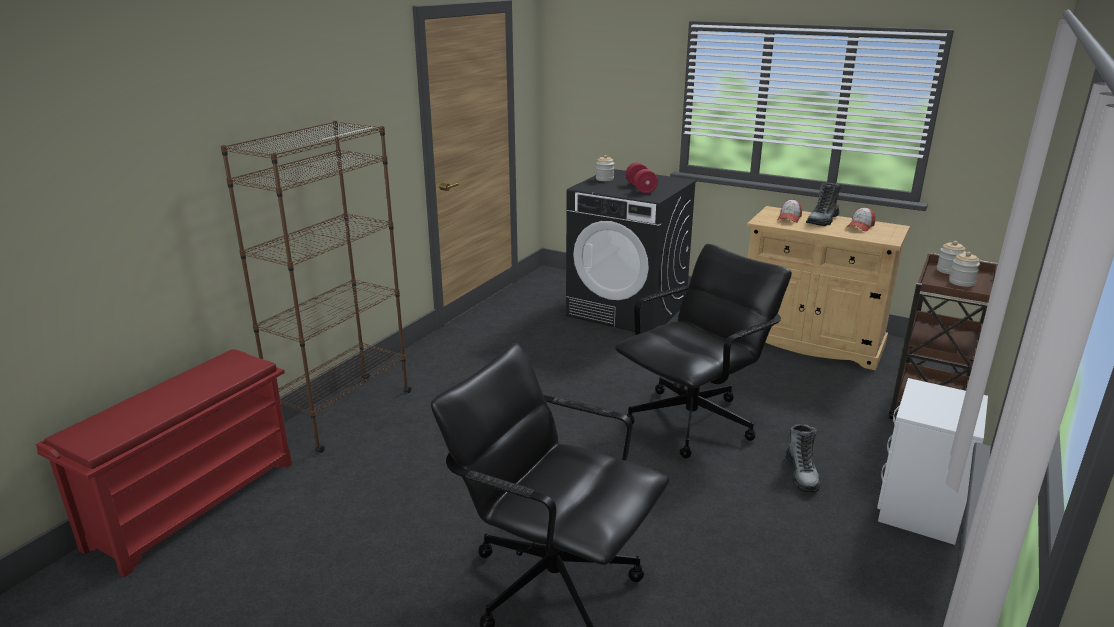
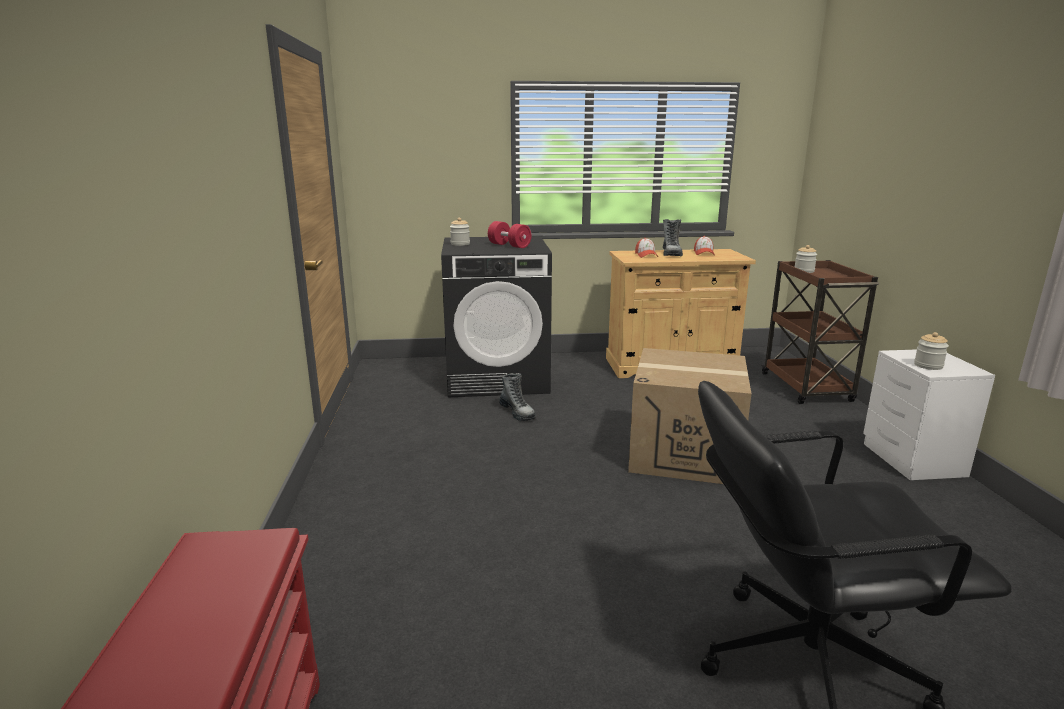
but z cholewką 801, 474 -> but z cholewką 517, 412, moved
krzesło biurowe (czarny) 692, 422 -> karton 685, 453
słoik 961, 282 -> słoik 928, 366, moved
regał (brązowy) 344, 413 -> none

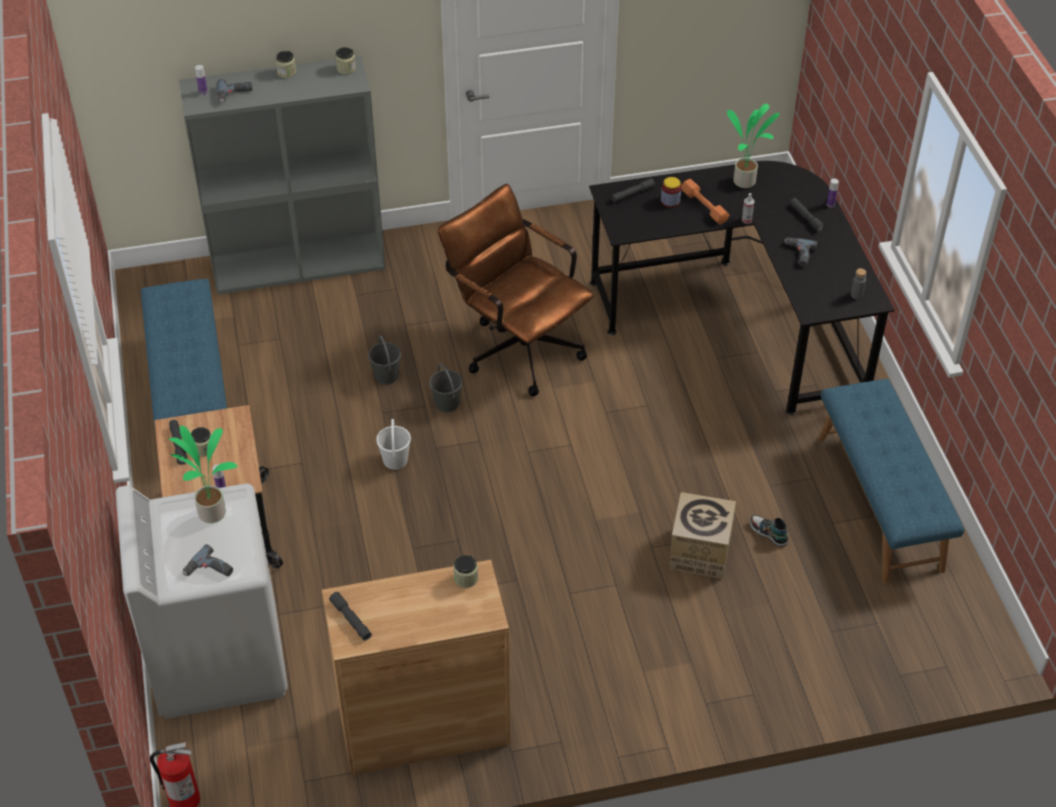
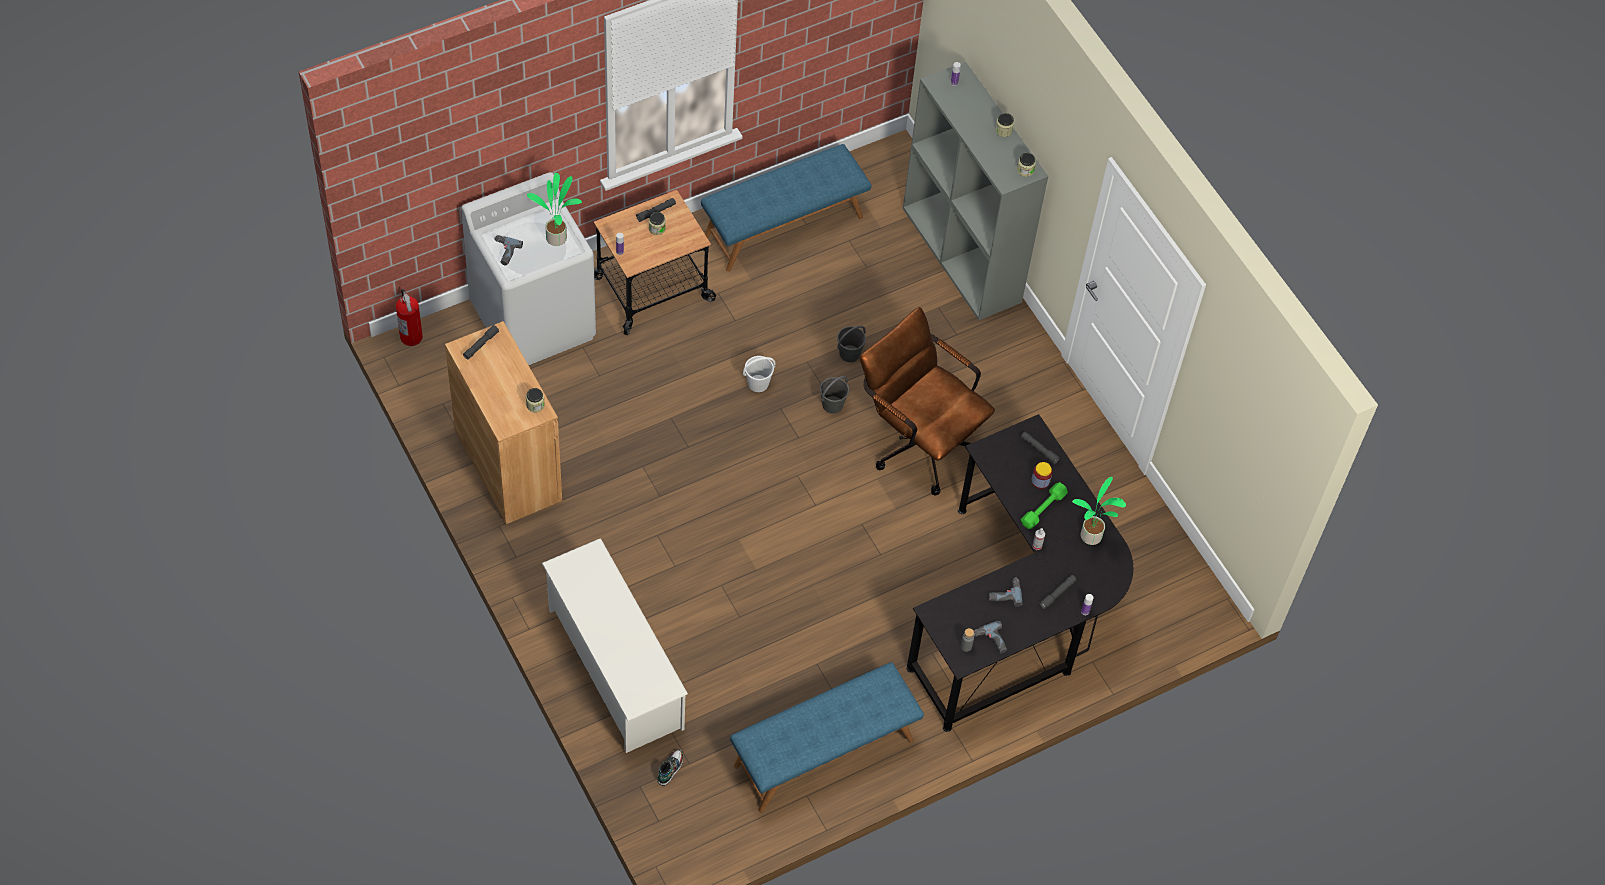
none -> regał na buty (biały) 614, 668
but 768, 533 -> but 670, 769, moved
krzesło biurowe (brązowy) 517, 346 -> krzesło biurowe (brązowy) 918, 441, 75 degrees counterclockwise
wiertarka 235, 95 -> wiertarka 990, 641, moved
hantel (pomarańczowy) 704, 206 -> hantel (zielony) 1043, 509
karton 700, 552 -> none

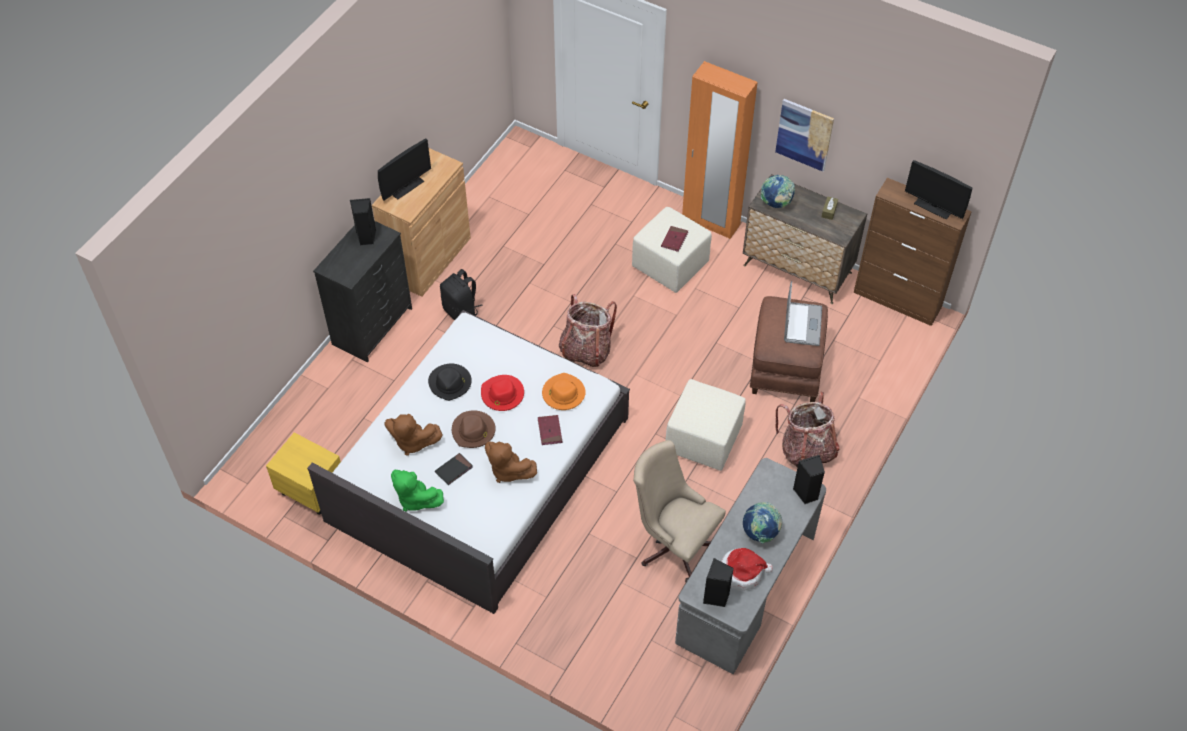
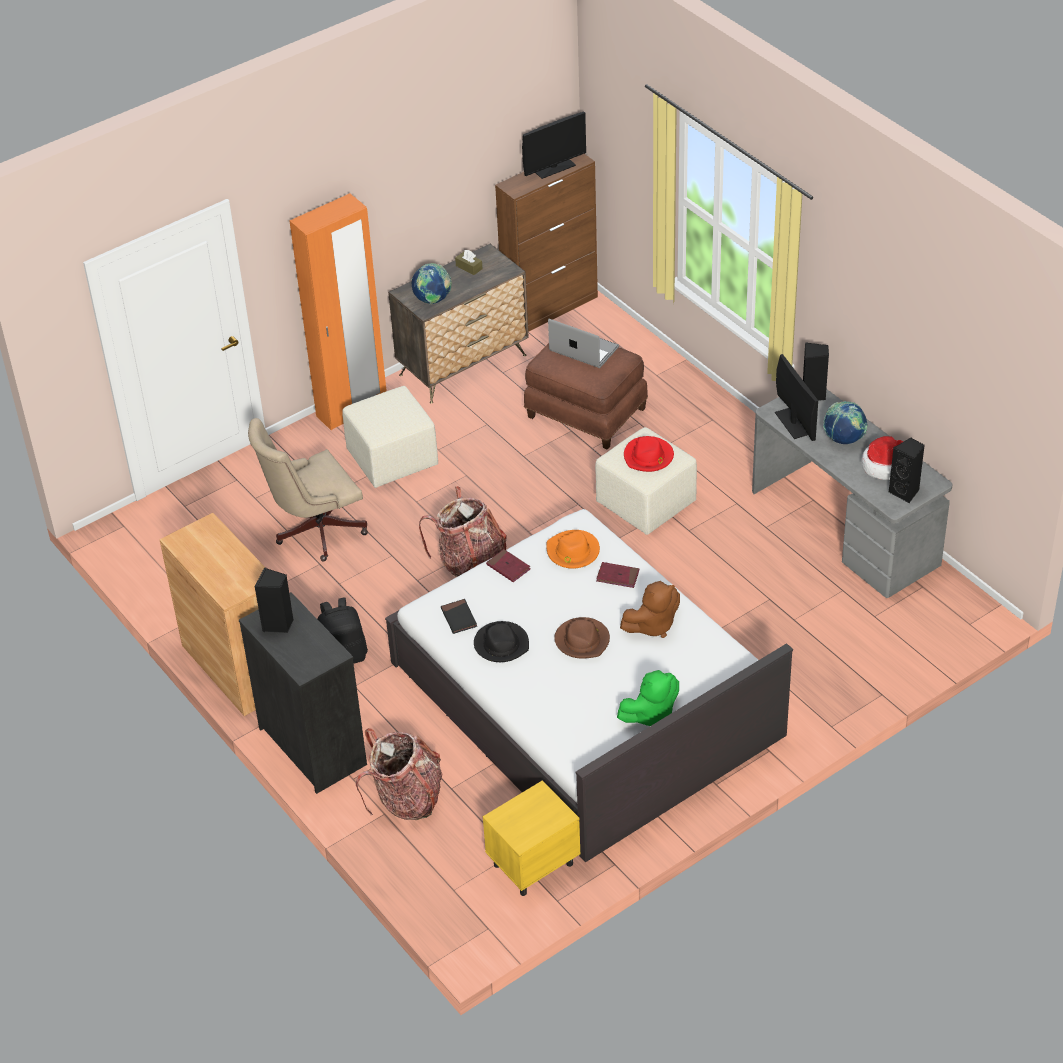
krzesło biurowe (beżowy) 673, 543 -> krzesło biurowe (beżowy) 314, 531, moved
plecak 806, 450 -> plecak 406, 799, moved
książka (czarny) 454, 470 -> książka (czarny) 459, 618, moved
książka (czerwony) 674, 240 -> książka (czerwony) 508, 567, moved
kapelusz (czerwony) 502, 394 -> kapelusz (czerwony) 648, 457, moved
monitor 406, 186 -> monitor 793, 423, moved
pluszak (brązowy) 412, 442 -> none
obraz 804, 134 -> none

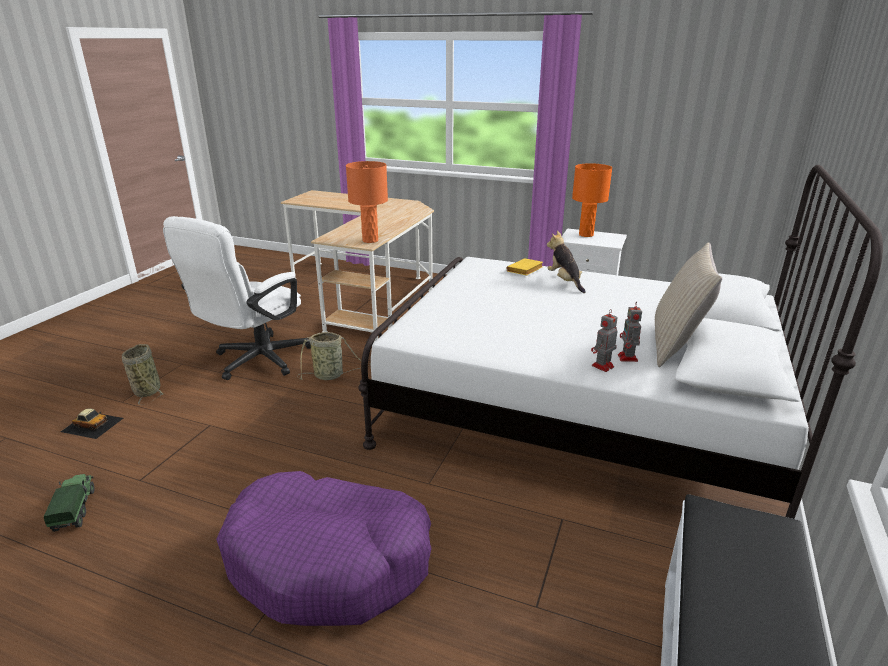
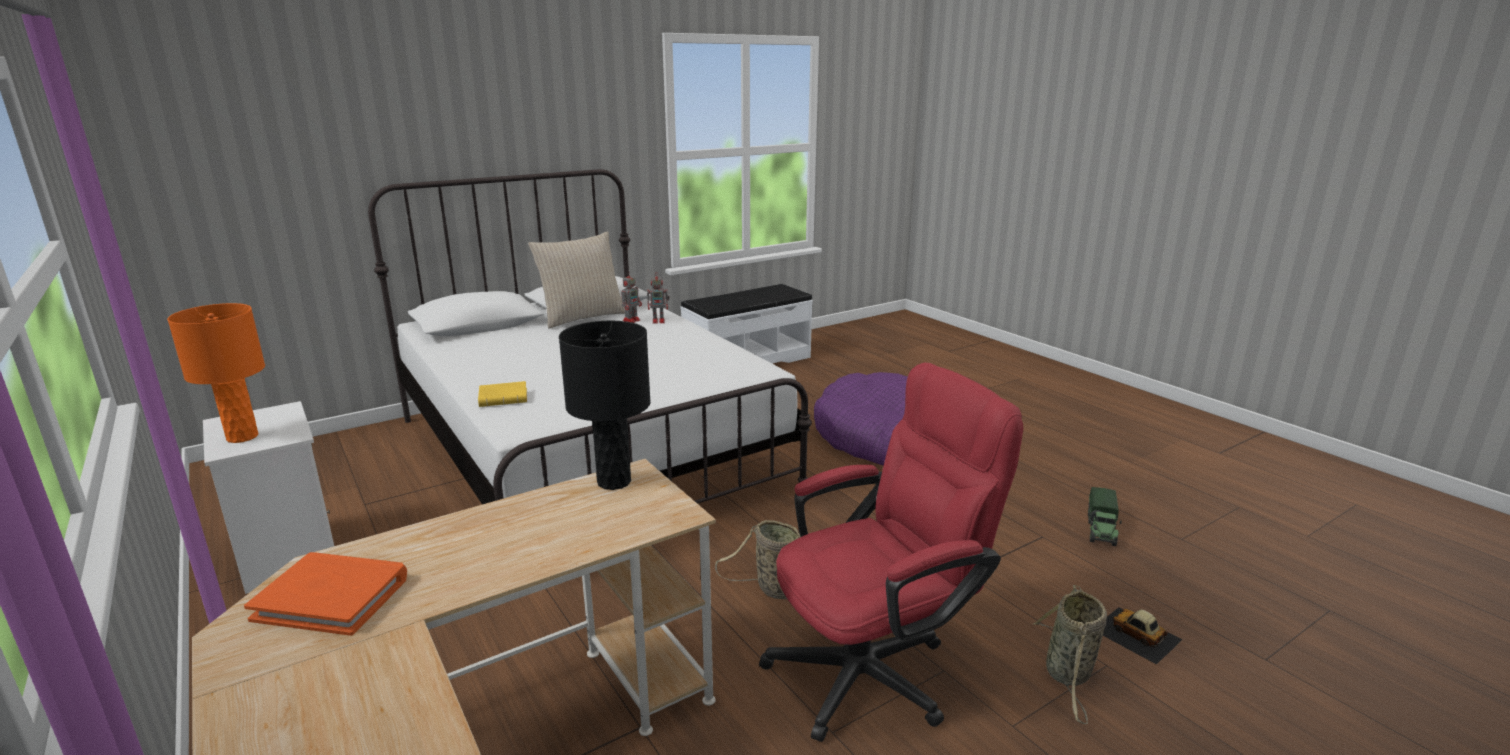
none -> książka (pomarańczowy) 332, 597
lampa stołowa (pomarańczowy) 370, 240 -> lampa stołowa (czarny) 614, 481
krzesło biurowe (biały) 255, 362 -> krzesło biurowe (czerwony) 876, 668
pluszak 564, 281 -> none

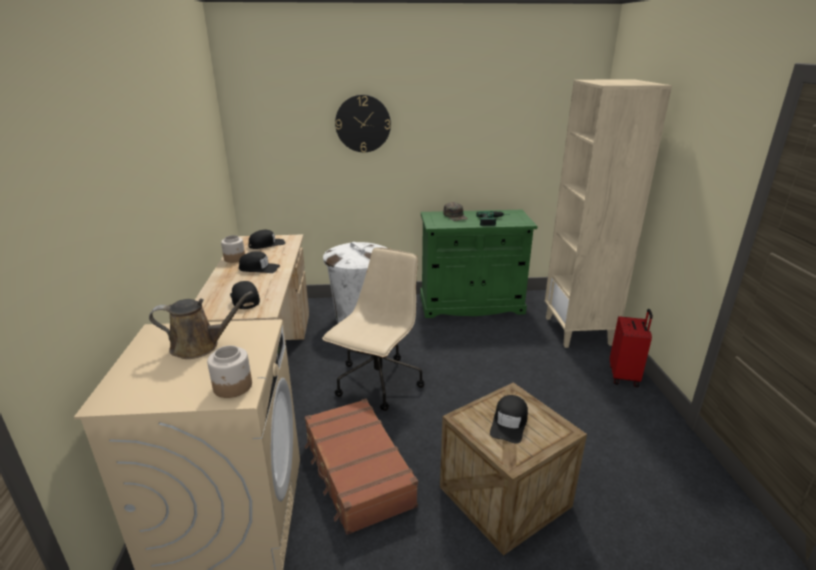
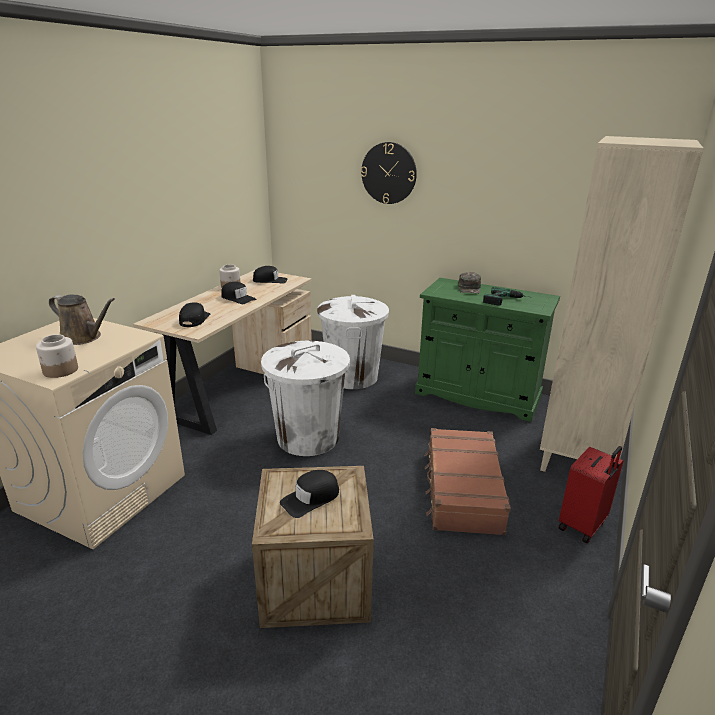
krzesło biurowe (beżowy) 378, 383 -> kosz na śmieci (biały) 308, 438
walizka (brązowy) 357, 472 -> walizka (brązowy) 462, 490, moved

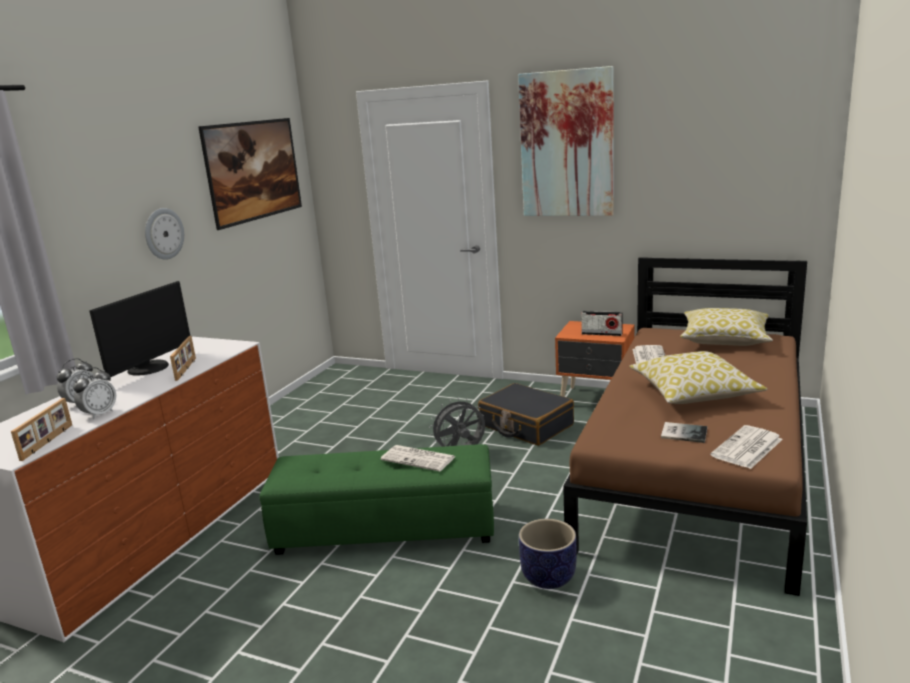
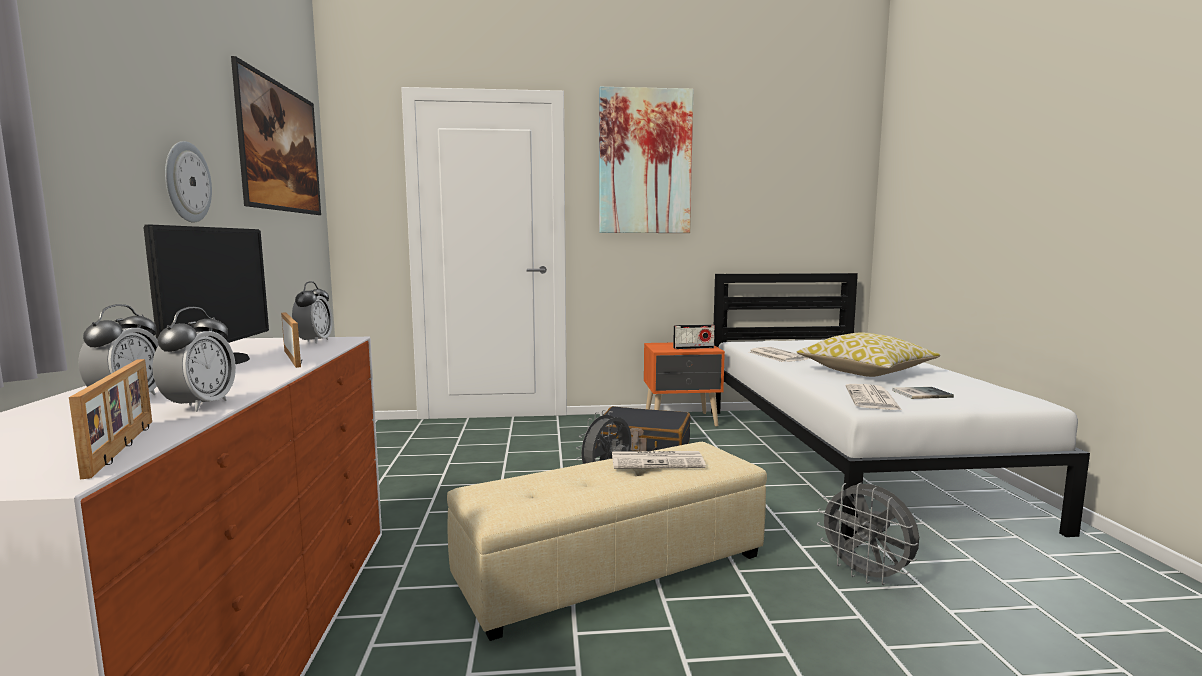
none -> budzik 314, 341
pufa (zielony) 385, 527 -> pufa (beżowy) 612, 569
łóżko (brązowy) 698, 468 -> łóżko (biały) 846, 458
donica 549, 577 -> wentylator (szary) 866, 575
gazeta 747, 448 -> gazeta 872, 399, moved
poduszka 725, 340 -> none

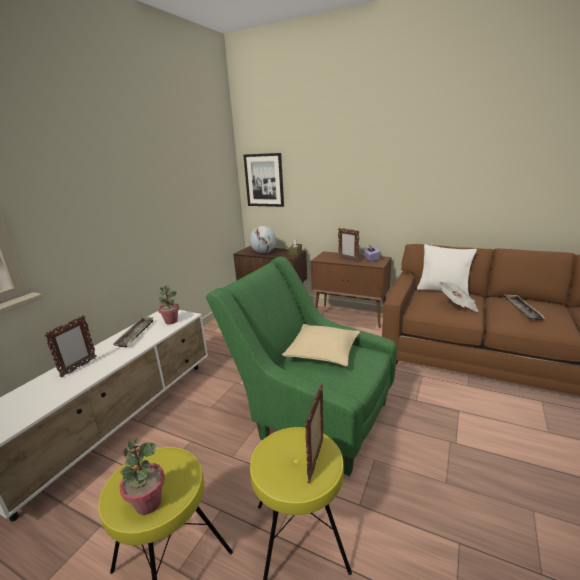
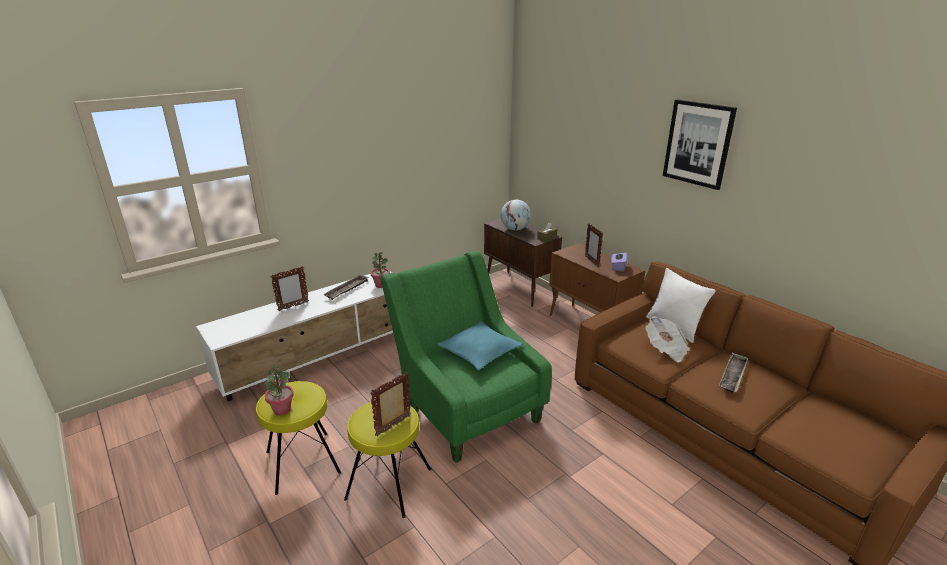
poduszka (beżowy) 323, 351 -> poduszka (turkusowy) 479, 352
obraz 264, 180 -> obraz 698, 143, moved

